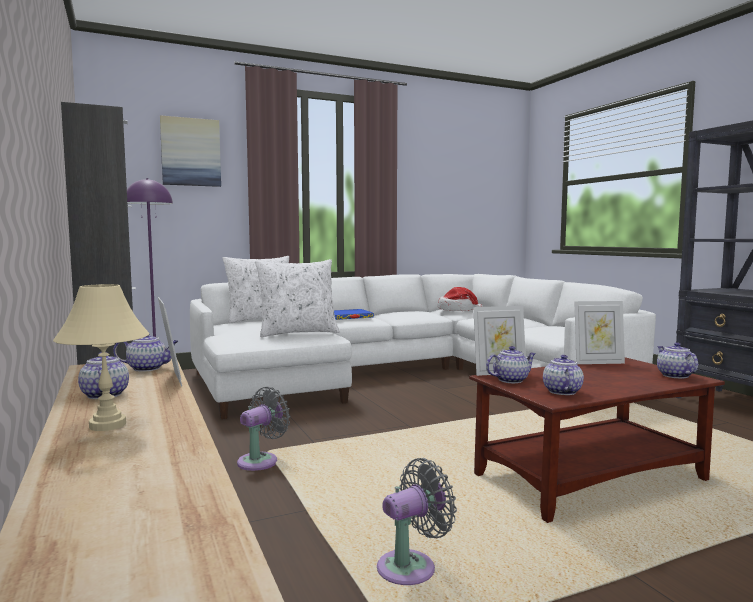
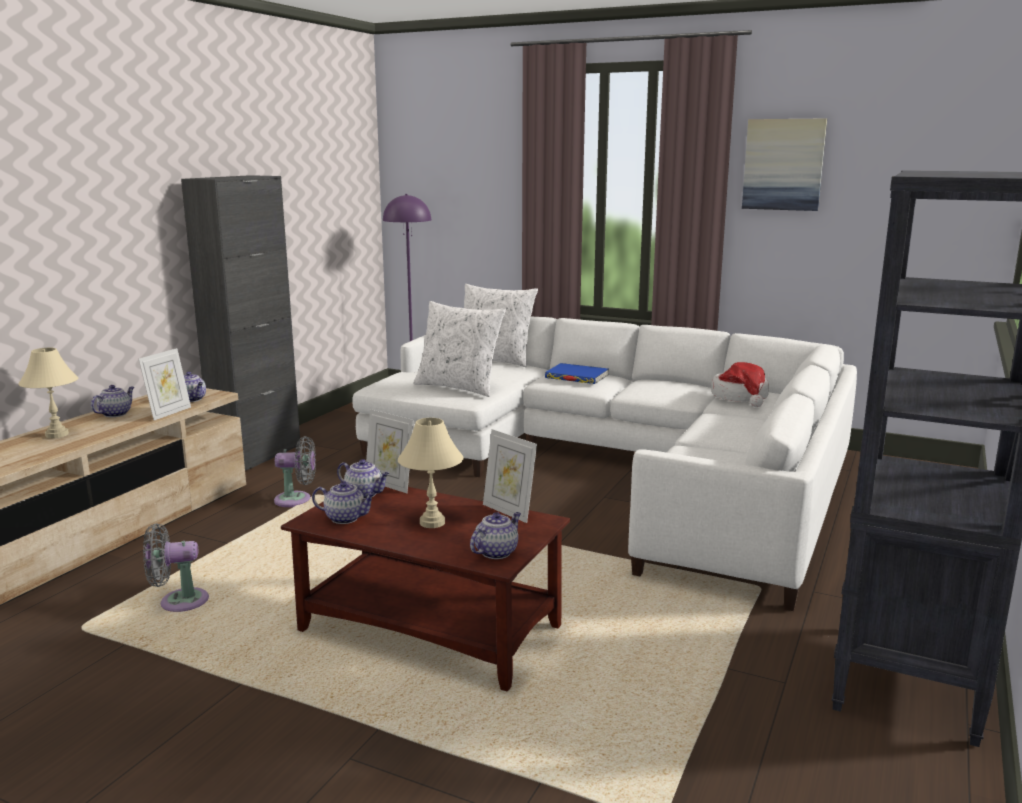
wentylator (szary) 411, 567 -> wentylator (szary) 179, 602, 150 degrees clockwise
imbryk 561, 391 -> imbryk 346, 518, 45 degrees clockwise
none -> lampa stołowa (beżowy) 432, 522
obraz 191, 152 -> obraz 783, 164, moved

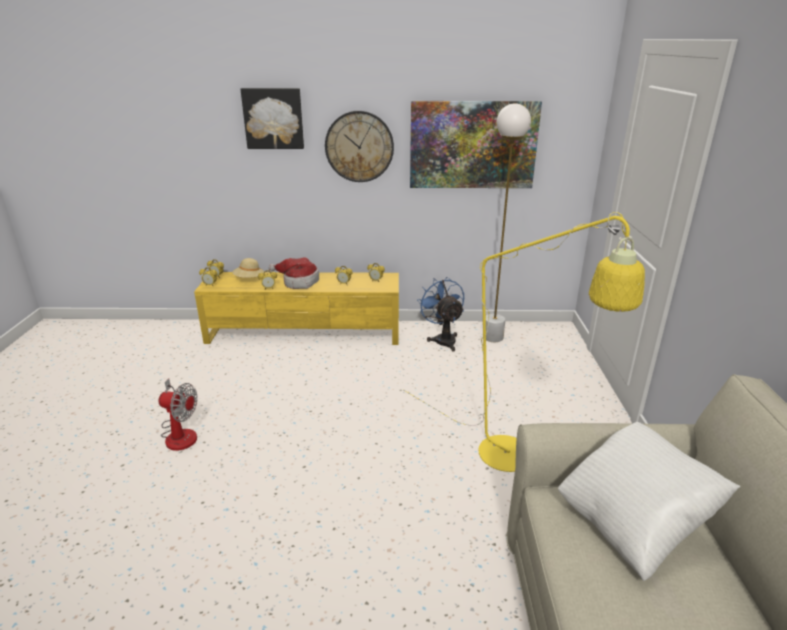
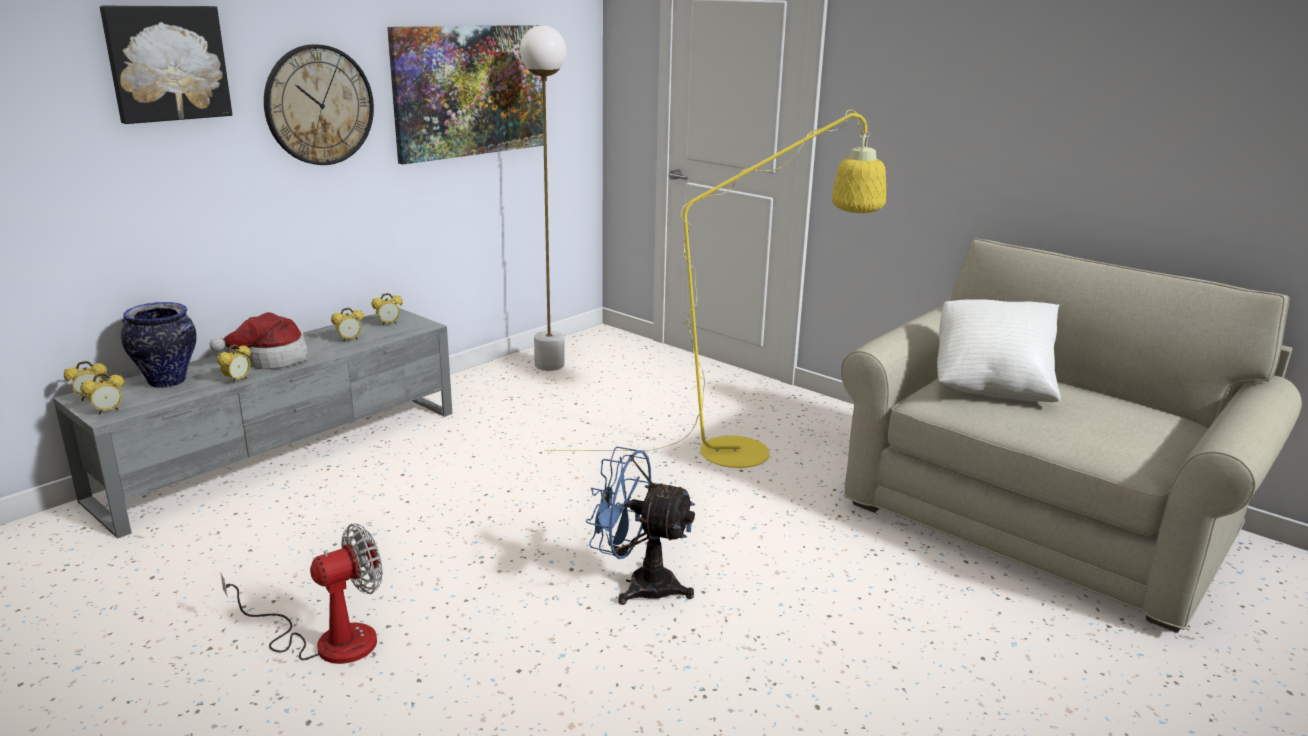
szafka pod telewizor (żółty) 305, 332 -> szafka pod telewizor (szary) 286, 453
kapelusz (beżowy) 249, 279 -> wazon 168, 382
wentylator (niebieski) 443, 339 -> wentylator (niebieski) 639, 584, moved

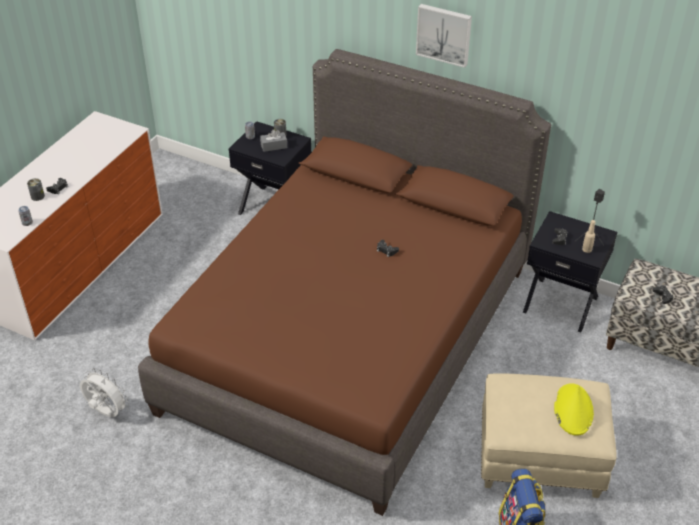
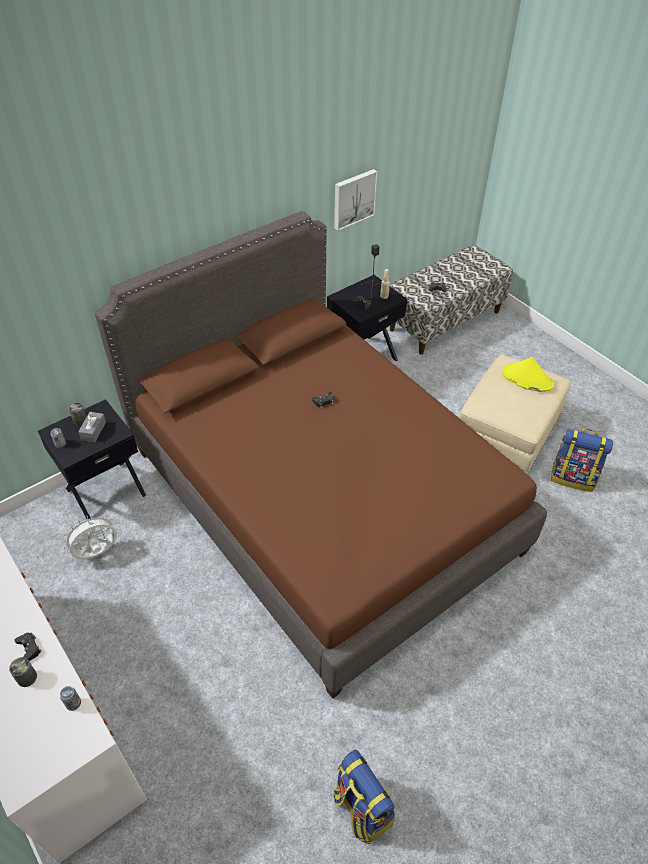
wentylator (biały) 106, 412 -> wentylator (biały) 97, 553, moved
none -> plecak 361, 809
obraz 444, 34 -> obraz 353, 199, moved

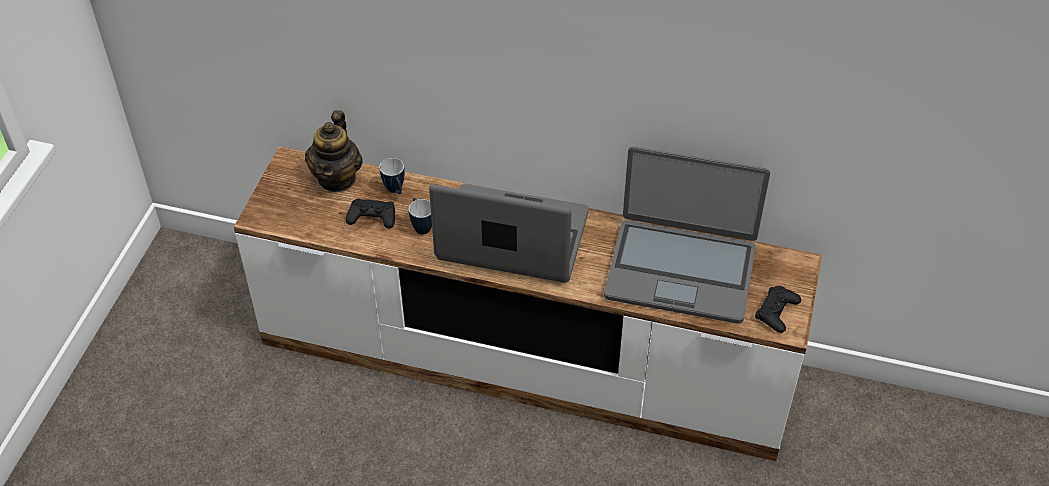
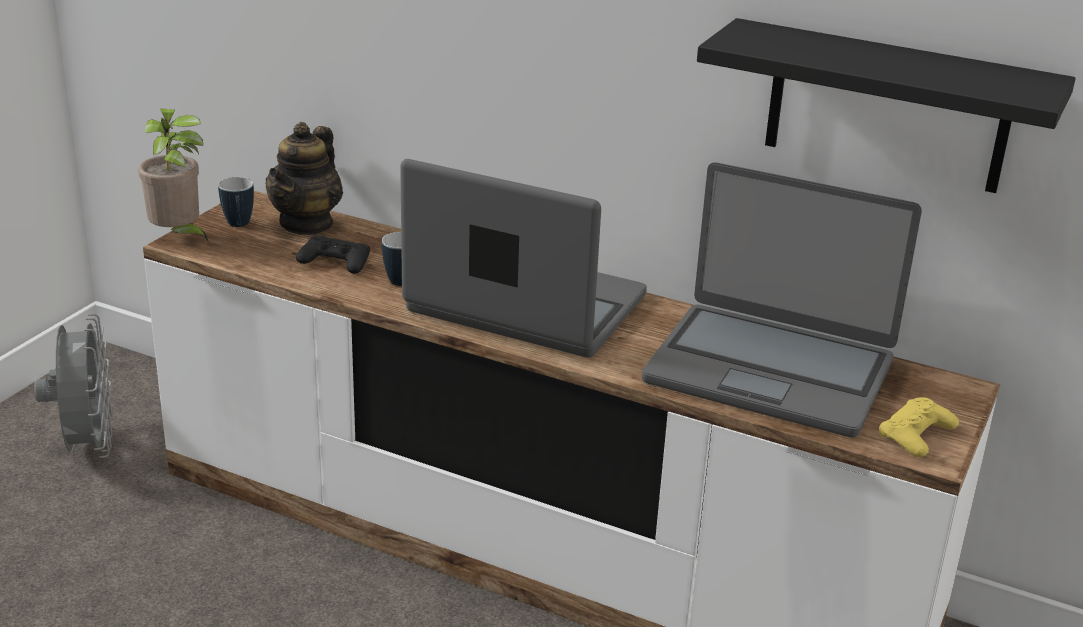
none -> wentylator (szary) 88, 446
none -> roślina doniczkowa 178, 237
kubek 395, 191 -> kubek 239, 226, moved
none -> półka (czarny) 887, 107
pad do gier (czarny) 777, 312 -> pad do gier (żółty) 916, 434

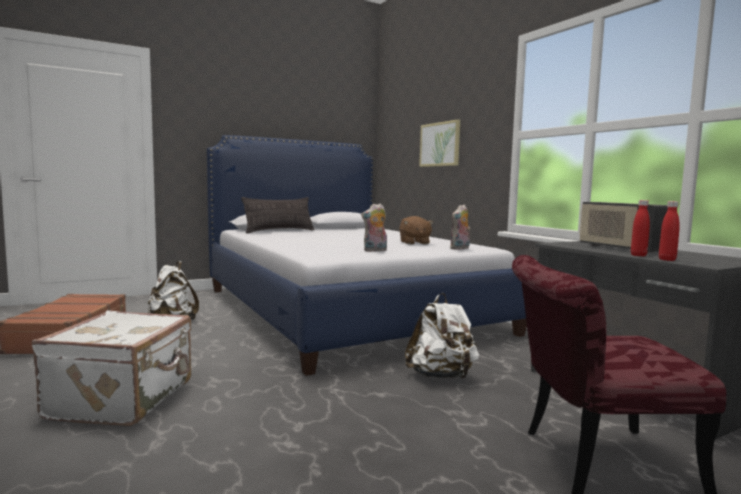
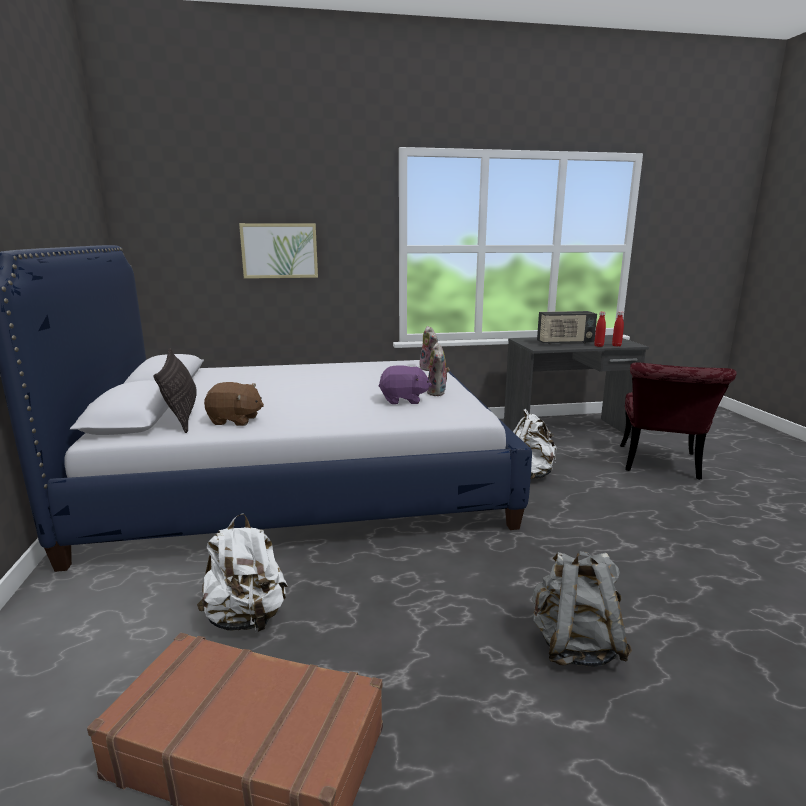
pluszak (brązowy) 414, 243 -> pluszak (brązowy) 235, 420, moved
none -> pluszak (fioletowy) 403, 400
walizka (biały) 124, 399 -> plecak (szary) 574, 646

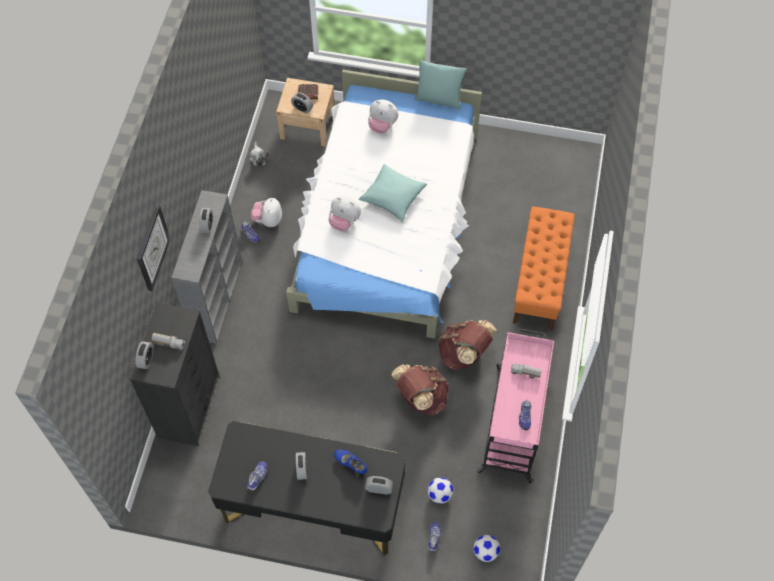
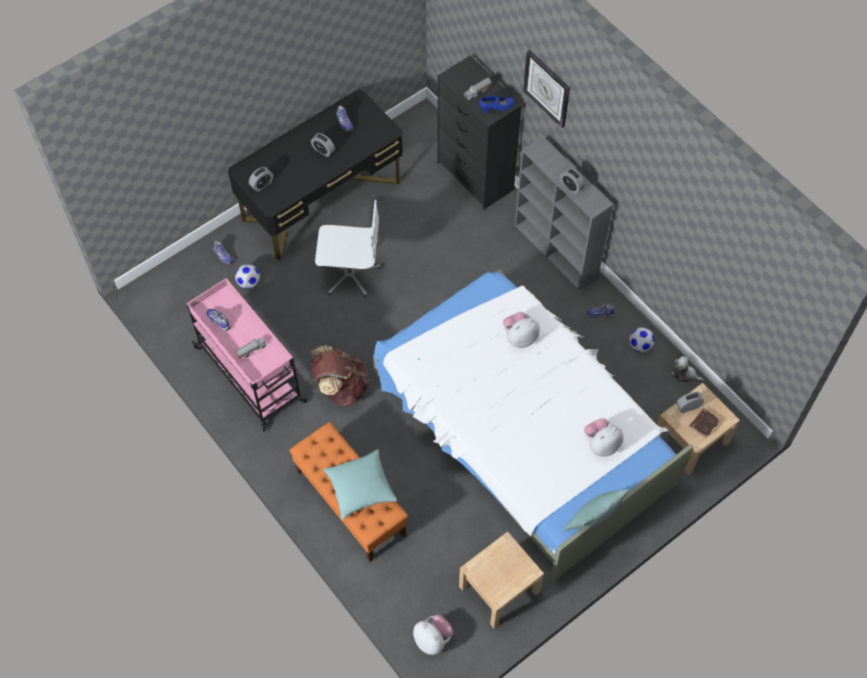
none -> krzesło biurowe (biały) 349, 273
poduszka (turkusowy) 393, 197 -> poduszka (turkusowy) 360, 488, moved
pluszak 268, 220 -> pluszak 433, 639, moved
none -> szafka nocna (beżowy) 499, 589
but (niebieski) 351, 464 -> but (niebieski) 496, 108, moved
piłka futbolowa 485, 552 -> piłka futbolowa 640, 346, moved
budzik 146, 359 -> none
plecak (brązowy) 420, 398 -> none

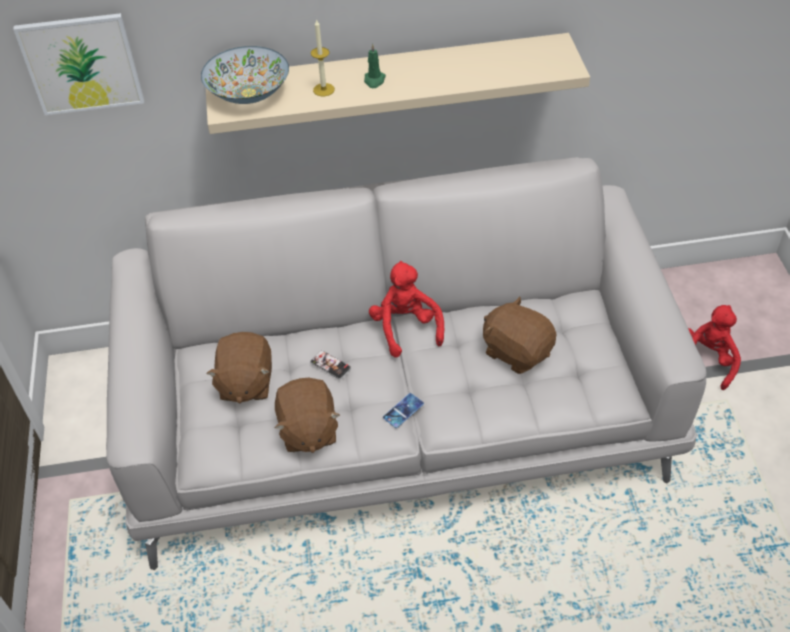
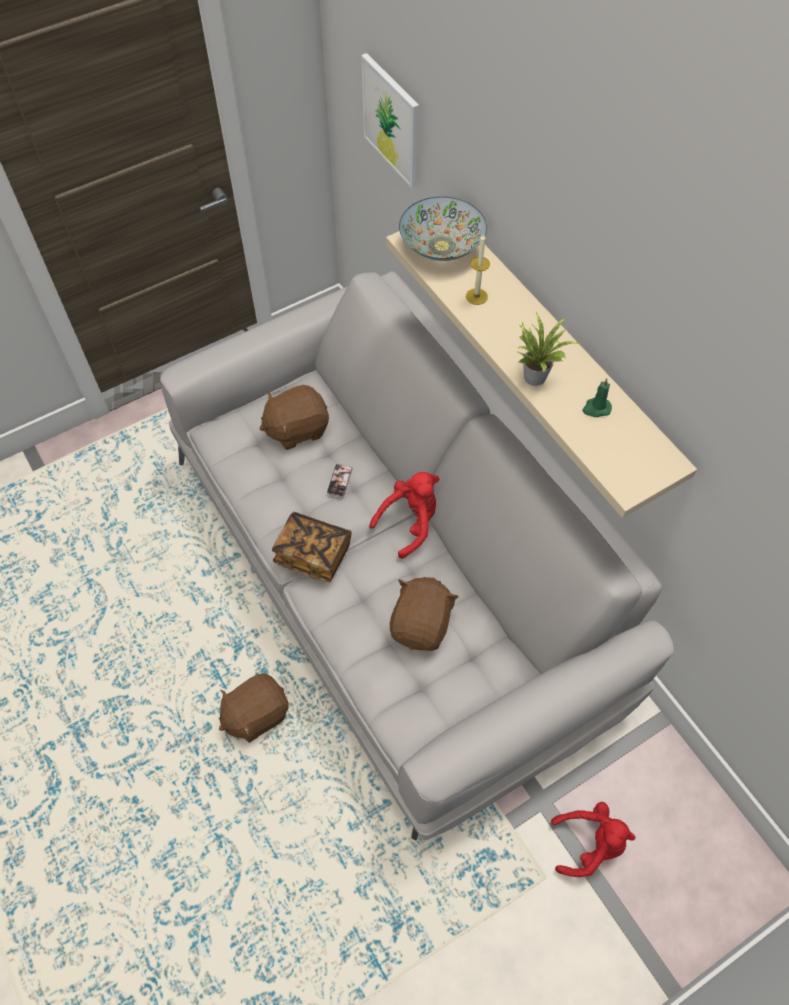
pluszak (brązowy) 307, 430 -> pluszak (brązowy) 255, 714, moved
telefon 403, 411 -> książka 313, 554
none -> roślina doniczkowa 535, 374
świeca (zielony) 374, 80 -> świeca (zielony) 596, 408, moved

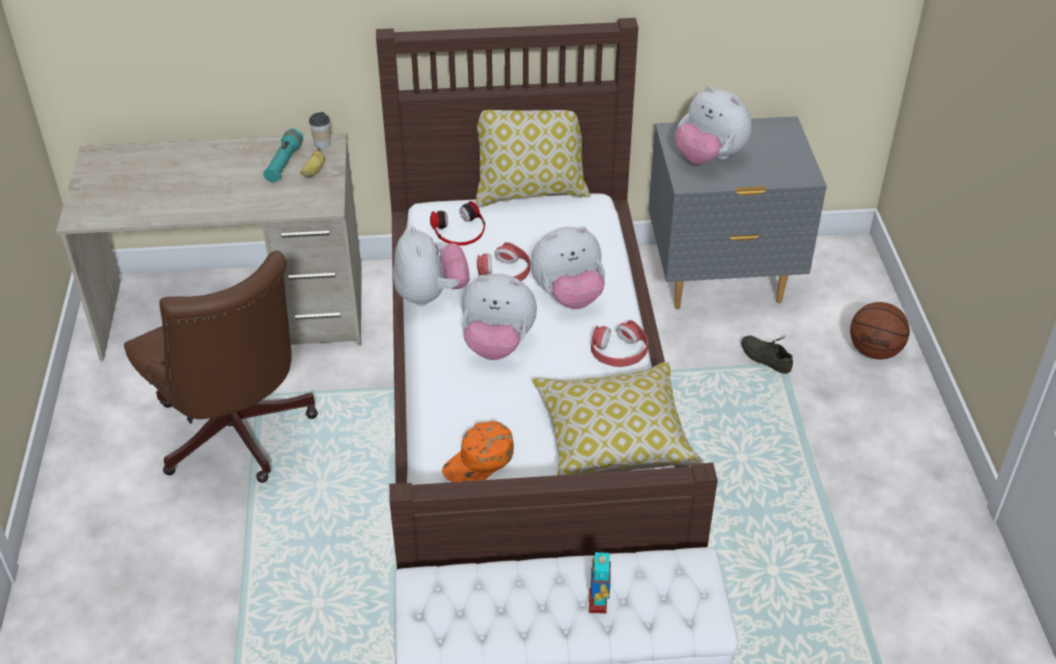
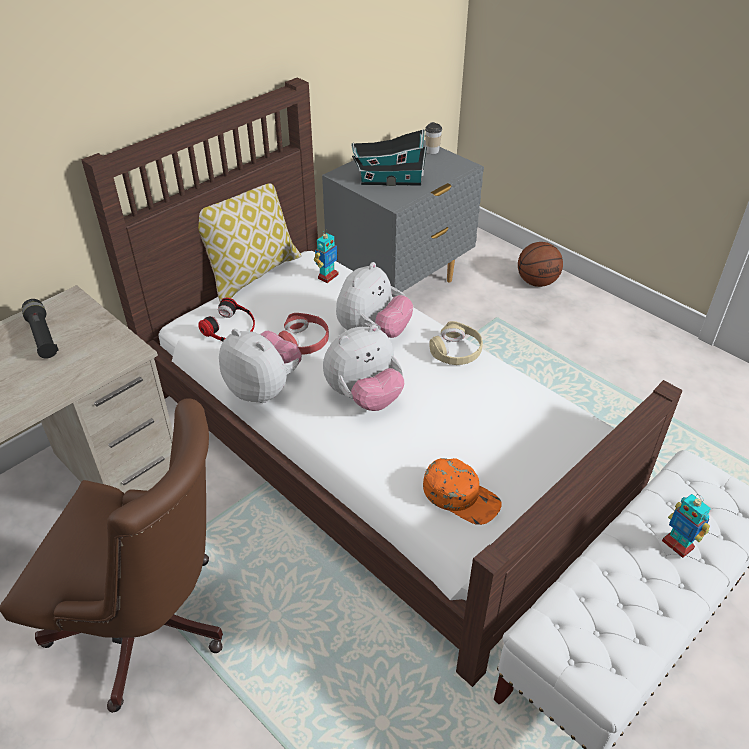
latarka (turkusowy) 284, 163 -> latarka (czarny) 42, 336
none -> robot zabawkowy 327, 276
pluszak 709, 157 -> domek 388, 181
czapka z daszkiem (pomarańczowy) 479, 461 -> czapka z daszkiem (pomarańczowy) 461, 496, 60 degrees counterclockwise
filiżanka 322, 144 -> filiżanka 432, 151, moved
słuchawki (czerwony) 619, 352 -> słuchawki (beżowy) 456, 351
banan 314, 172 -> none
poduszka 614, 438 -> none
but (szary) 766, 357 -> none

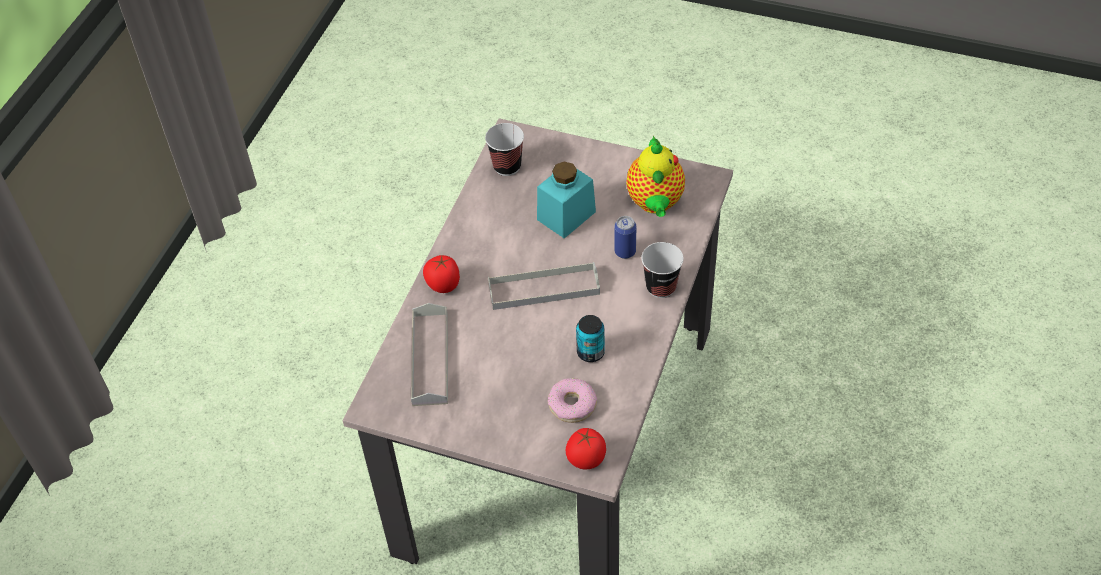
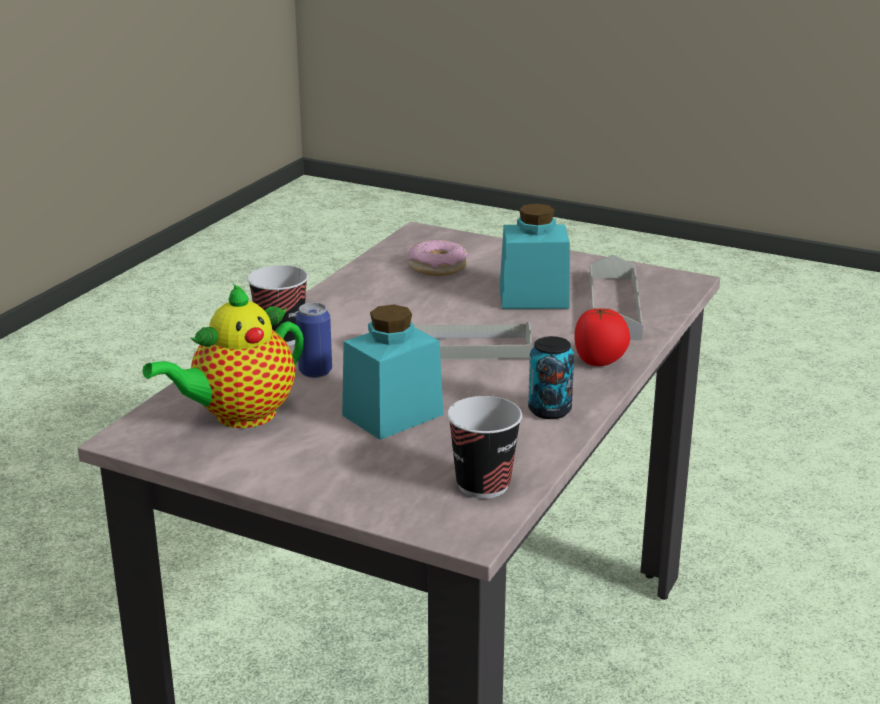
imbryk 655, 204 -> imbryk 239, 416, 135 degrees counterclockwise
none -> słoik (turkusowy) 533, 298
puszka 590, 352 -> puszka 549, 410, moved
pomidor 585, 460 -> none

